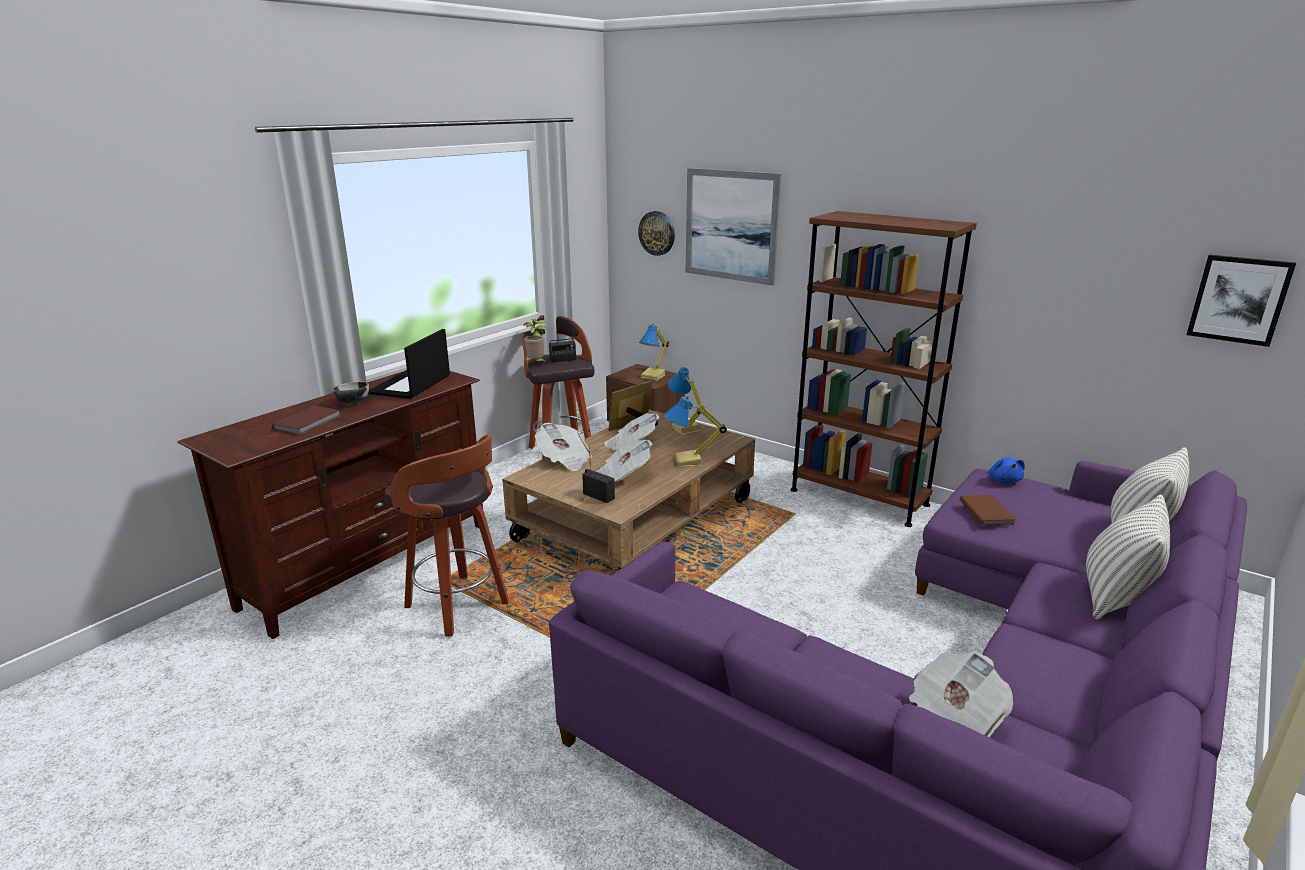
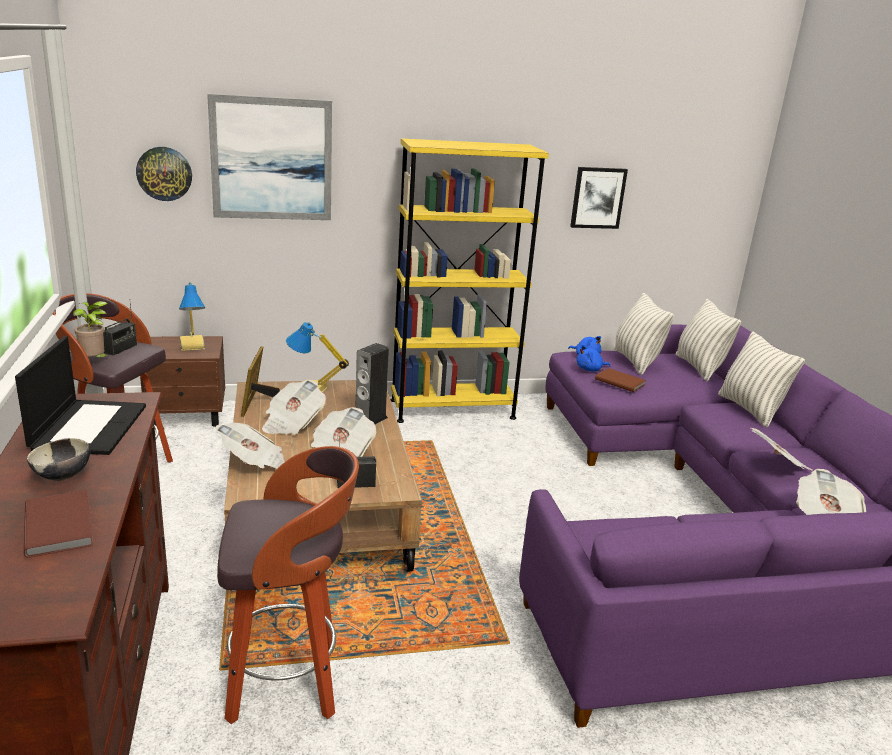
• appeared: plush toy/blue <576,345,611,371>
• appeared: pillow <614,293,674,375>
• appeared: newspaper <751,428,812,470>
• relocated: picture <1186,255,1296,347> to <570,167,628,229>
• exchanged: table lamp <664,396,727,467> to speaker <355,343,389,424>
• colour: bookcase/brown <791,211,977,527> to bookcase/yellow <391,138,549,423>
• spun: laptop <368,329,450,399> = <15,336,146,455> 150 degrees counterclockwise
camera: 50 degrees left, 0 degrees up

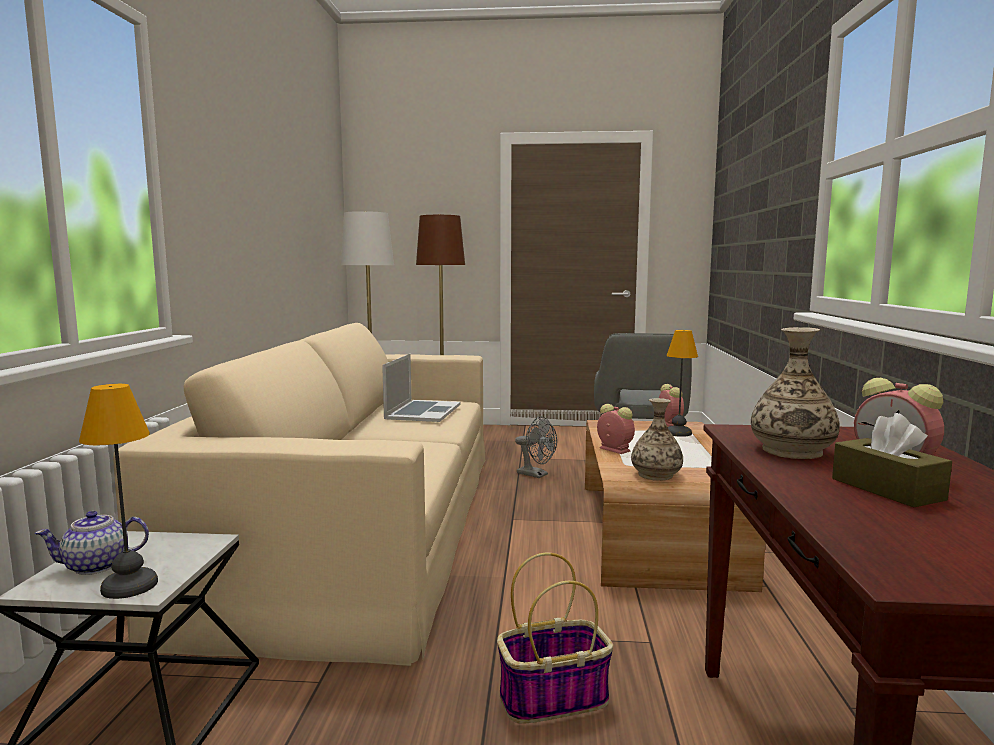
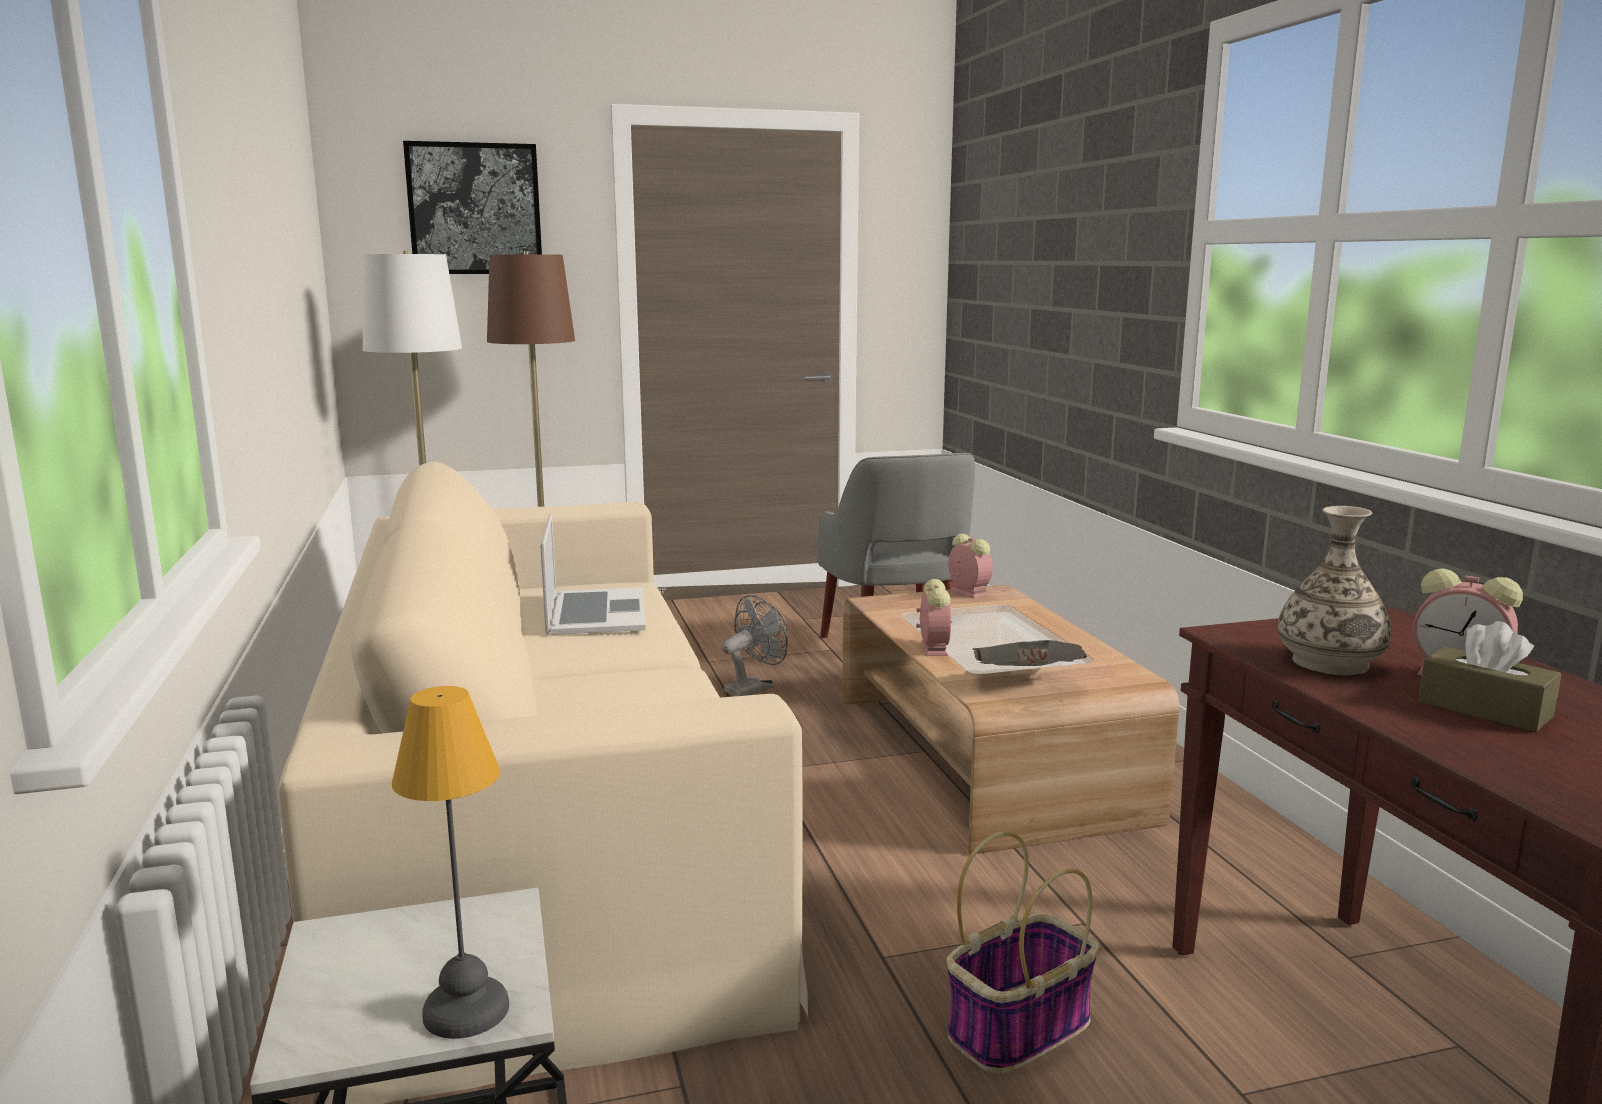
• missing: teapot <35,511,149,575>
• missing: table lamp <667,330,698,437>
• appeared: picture <403,141,542,274>
• exchanged: vase <631,398,683,481> to newspaper <973,640,1088,666>
• spun: fan/grey <515,416,557,478> = <721,595,788,696> 60 degrees counterclockwise
• spun: alarm clock <597,404,635,454> = <916,579,952,656> 60 degrees clockwise
camera: 20 degrees left, 5 degrees up

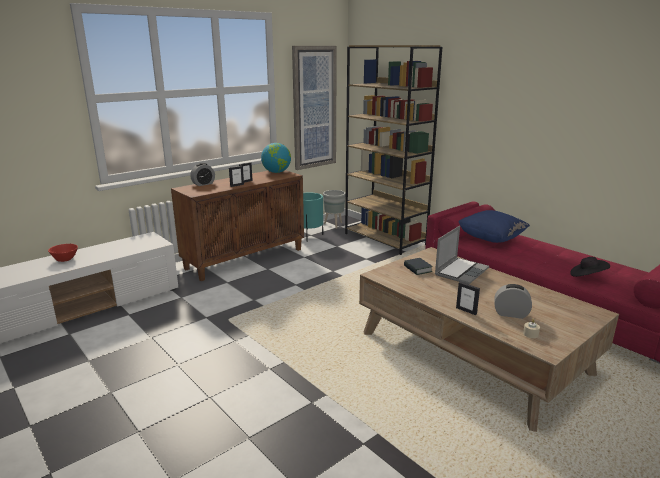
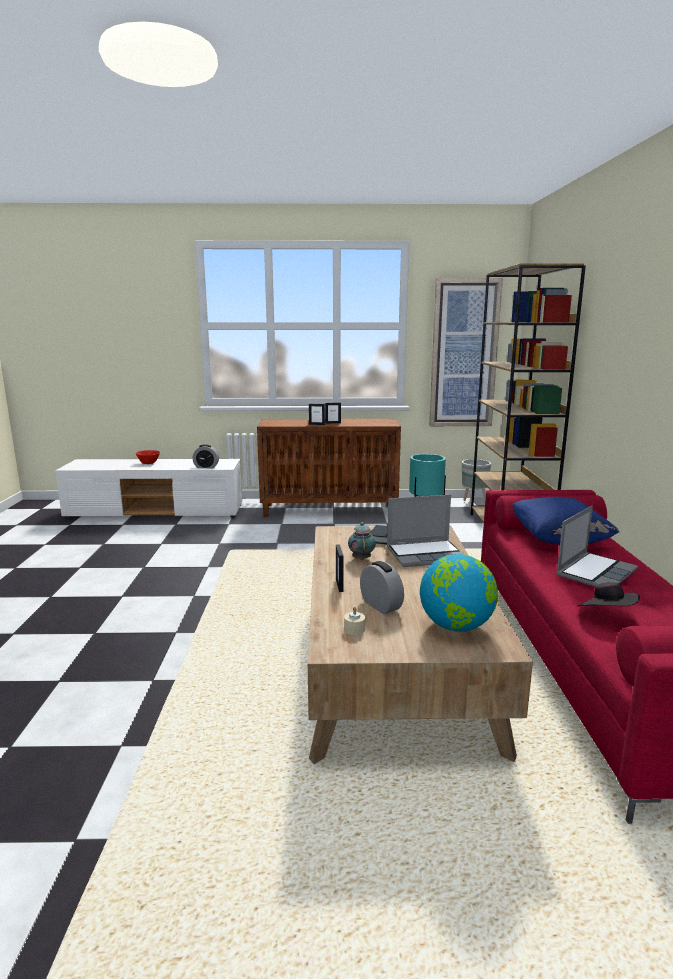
• appeared: teapot <348,522,376,560>
• appeared: laptop <556,506,638,587>
• relocated: alarm clock <190,163,215,186> to <193,444,219,468>
• relocated: globe <261,143,291,173> to <420,554,498,632>
camera: 40 degrees right, 5 degrees down

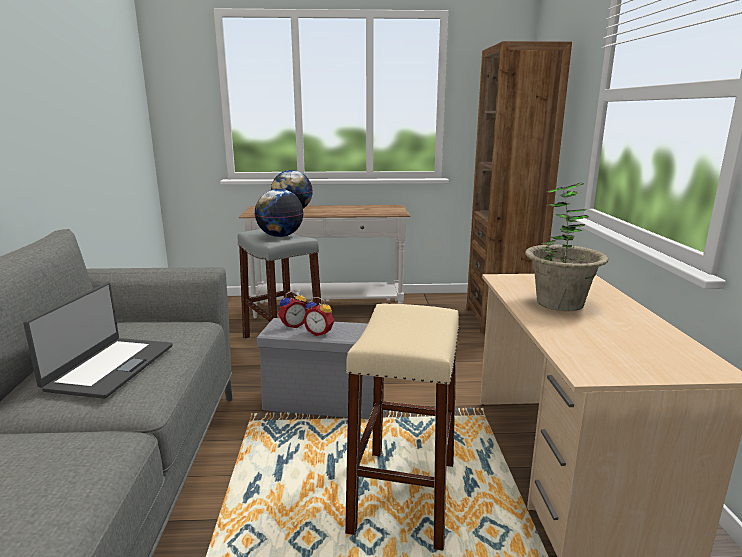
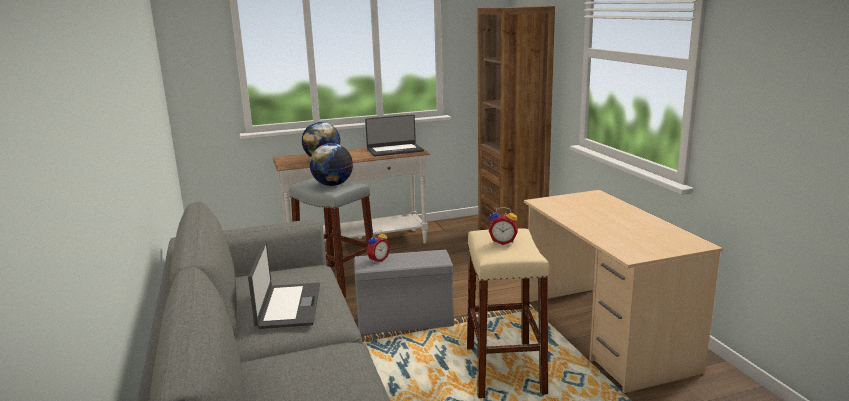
• missing: potted plant <525,182,609,311>
• appeared: laptop <365,114,424,157>
• relocated: alarm clock <303,297,334,336> to <489,207,518,245>
camera: 15 degrees left, 0 degrees up

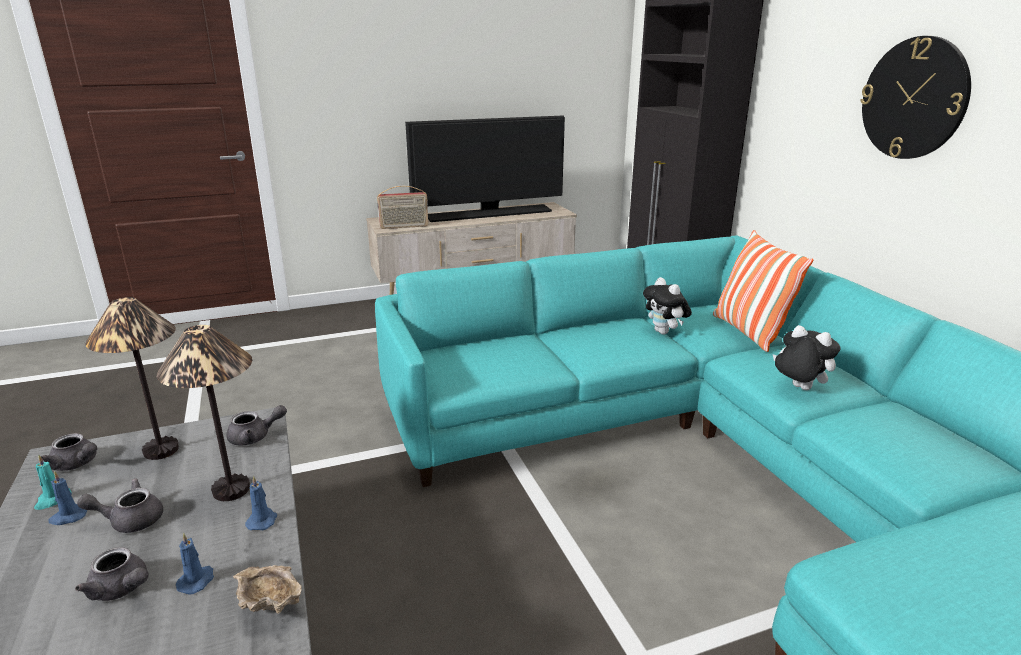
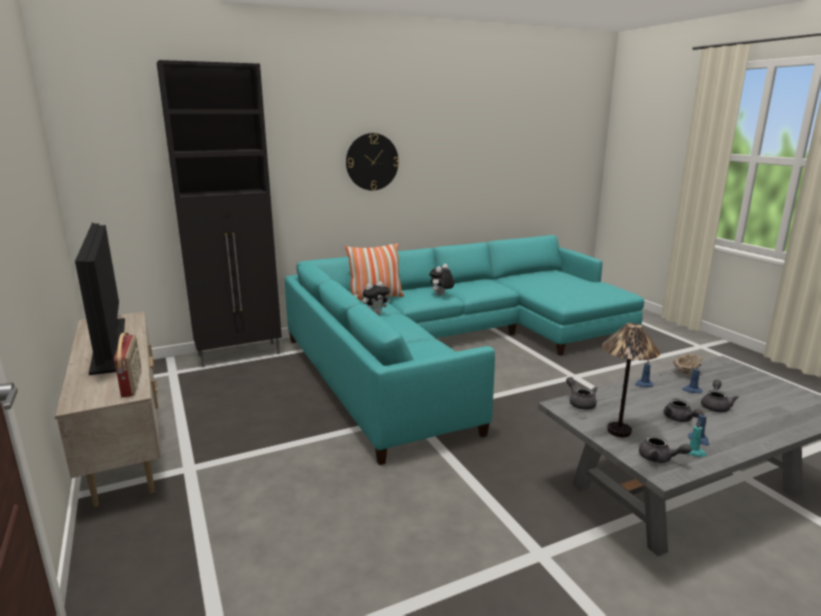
• missing: table lamp <157,325,252,501>
• spun: teapot/grey <41,433,97,471> = <639,435,692,463> 105 degrees clockwise
camera: 95 degrees left, 5 degrees down

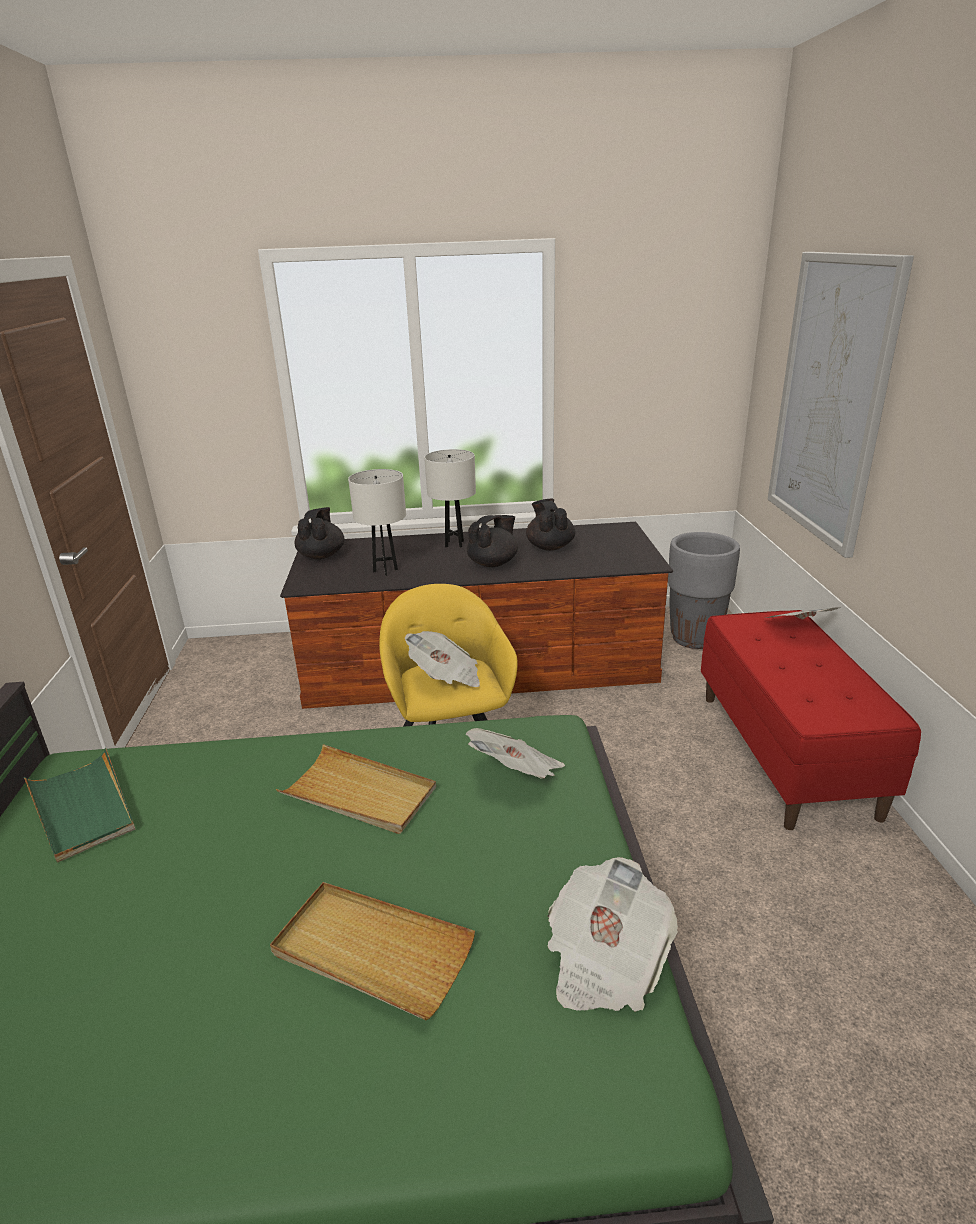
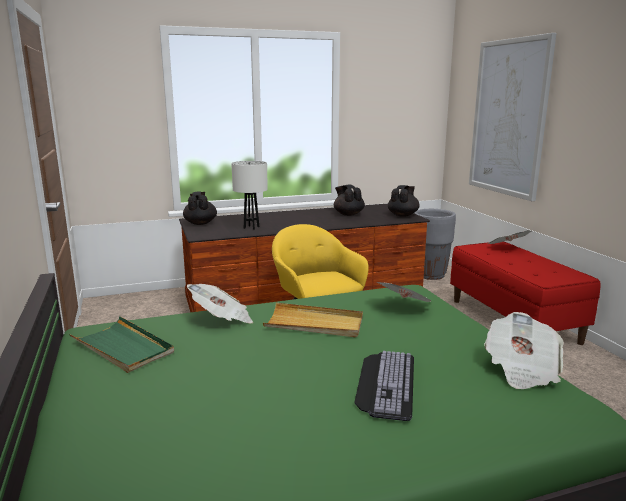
• missing: table lamp/white <424,449,476,547>
• relocated: newspaper <405,631,480,687> to <187,284,253,323>
• relocated: teapot/black <467,515,518,567> to <388,185,420,217>
• exchanged: tray/beige <270,882,475,1020> to keyboard <354,351,414,421>
camera: 15 degrees left, 10 degrees down

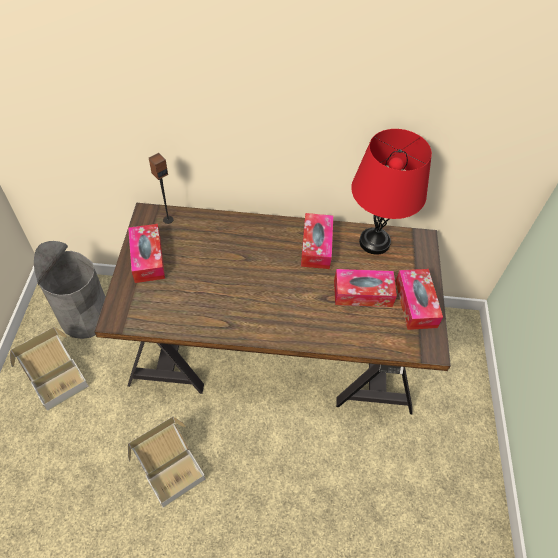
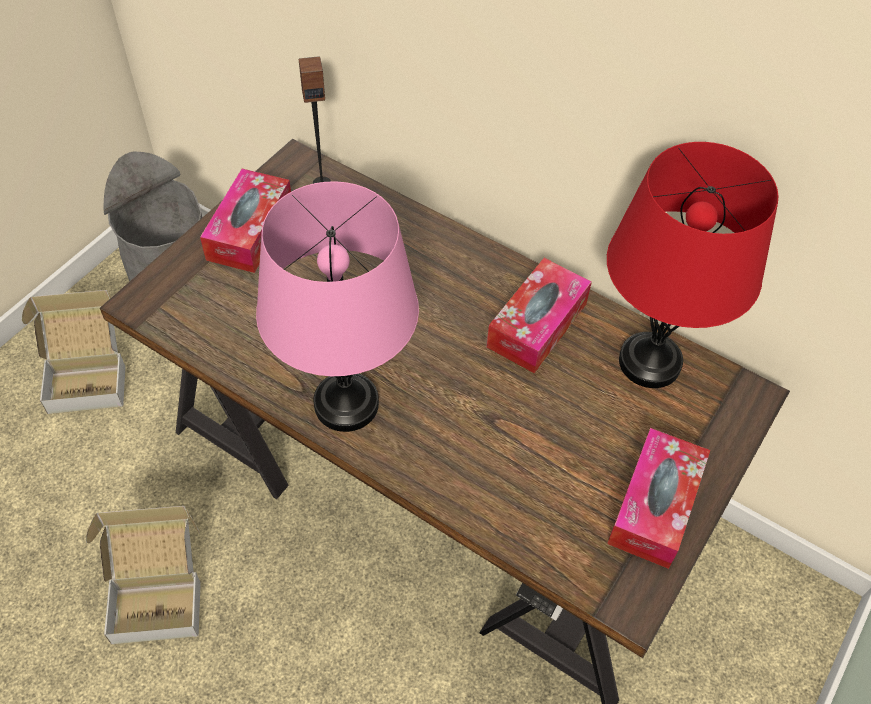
• missing: tissue box <334,269,397,307>
• appeared: table lamp/pink <256,181,419,432>
camera: 30 degrees right, 0 degrees up

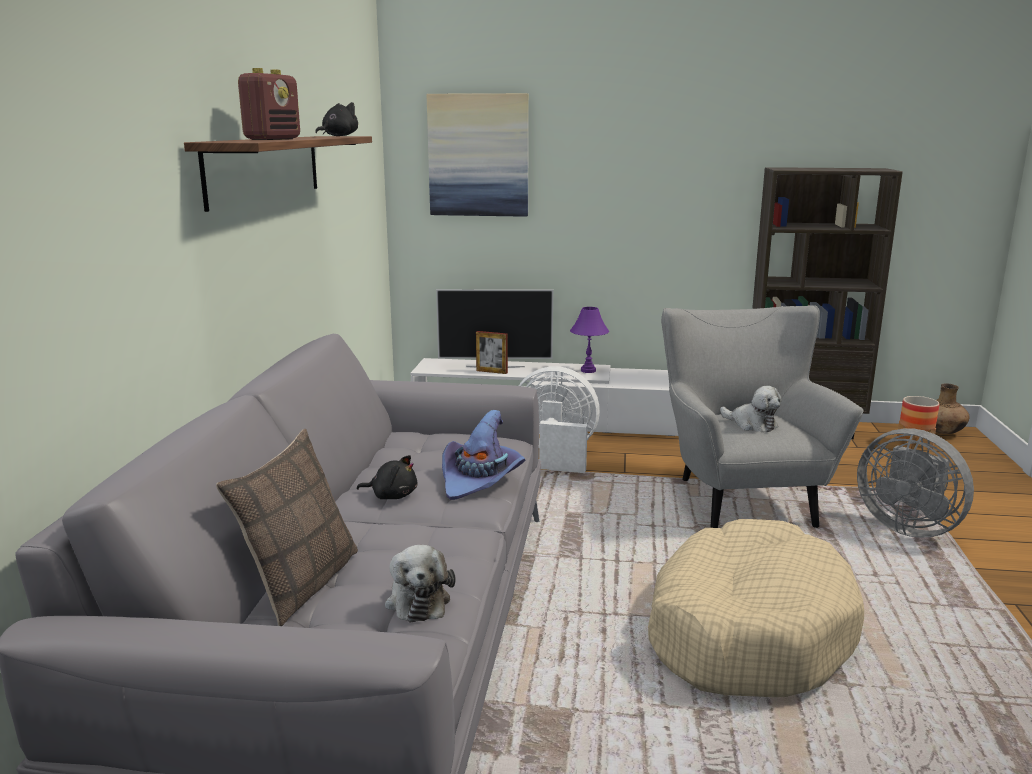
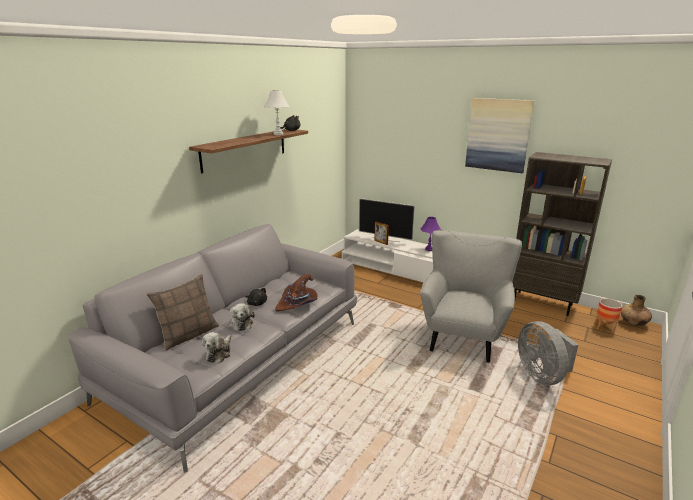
• missing: radio <238,68,300,140>
• missing: fan/white <518,366,600,473>
• missing: dog bed/beige <648,519,864,697>
• appeared: table lamp/white <264,90,290,135>
• relocated: picture <427,93,529,217> to <465,98,534,173>
• relocated: plush toy <720,386,782,432> to <229,303,255,331>
• colour: hat/purple <442,410,525,500> to hat/brown <275,274,317,311>
camera: 25 degrees right, 5 degrees up

